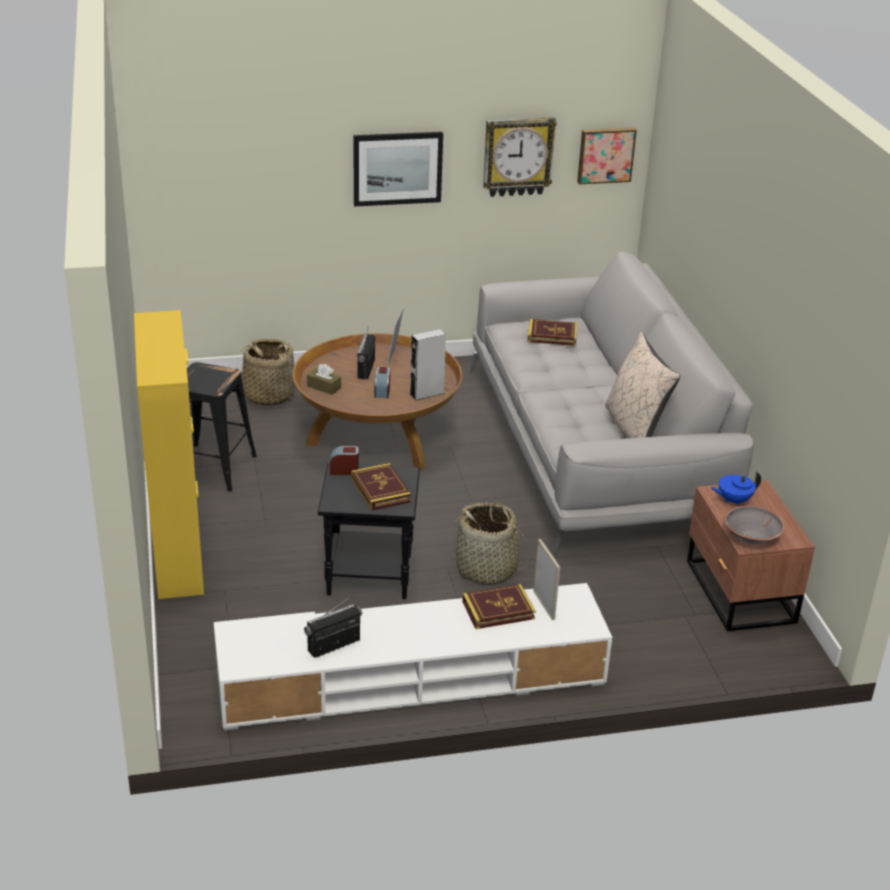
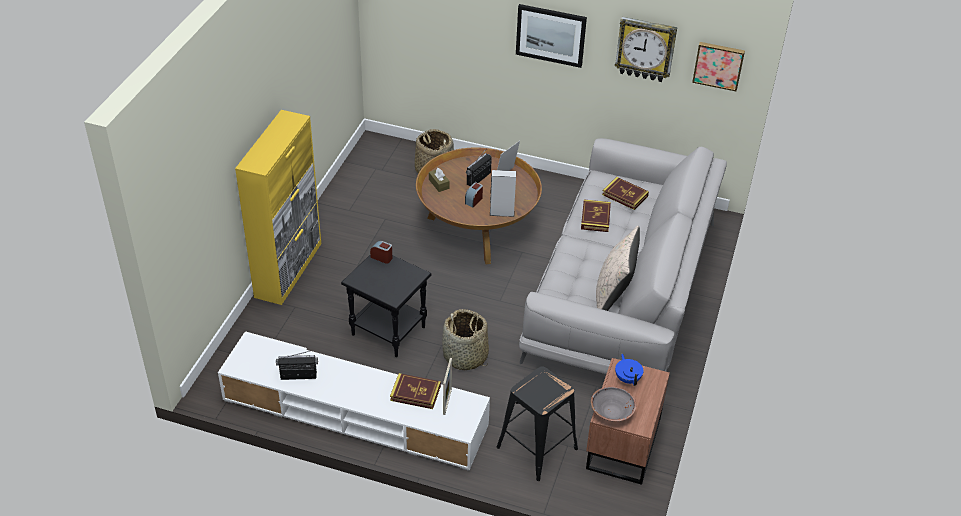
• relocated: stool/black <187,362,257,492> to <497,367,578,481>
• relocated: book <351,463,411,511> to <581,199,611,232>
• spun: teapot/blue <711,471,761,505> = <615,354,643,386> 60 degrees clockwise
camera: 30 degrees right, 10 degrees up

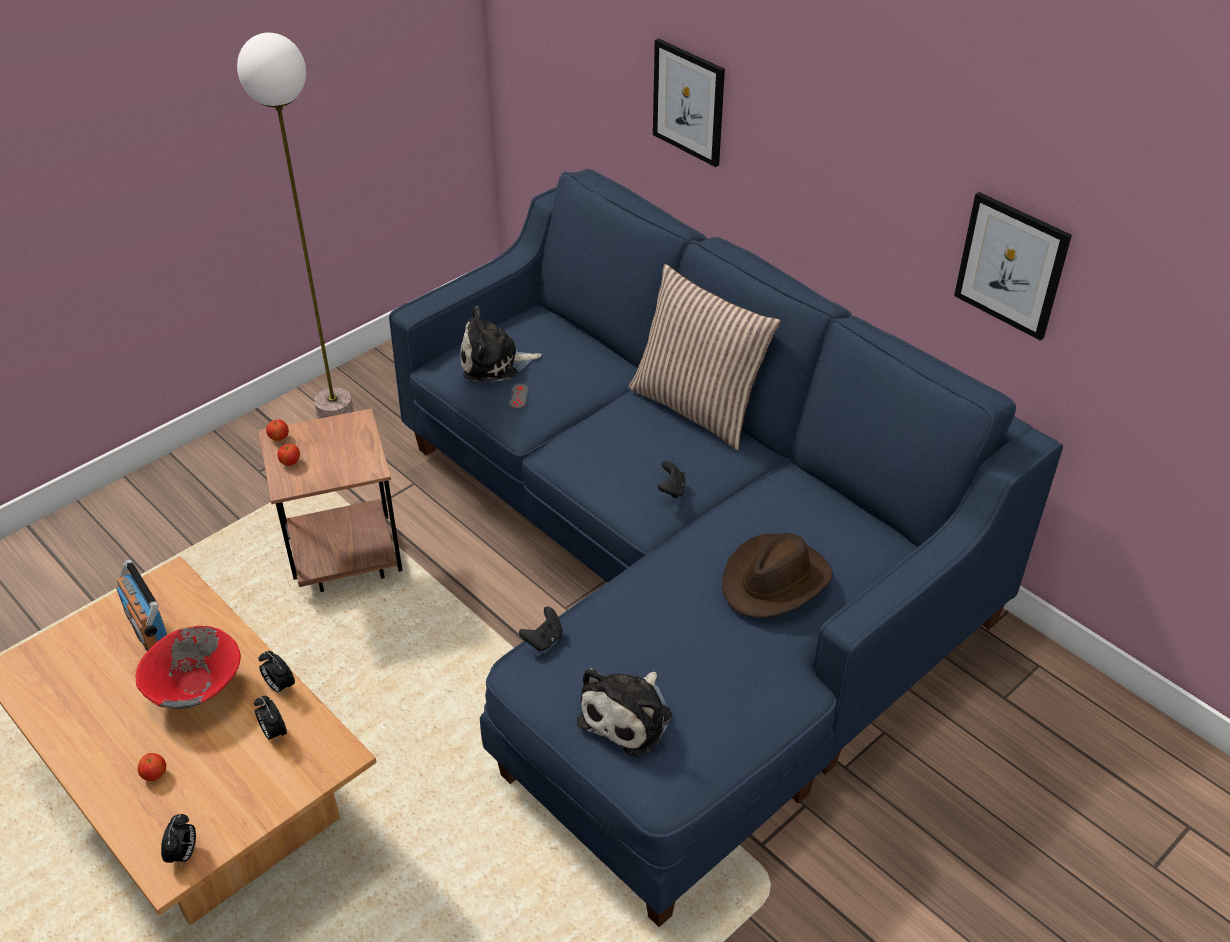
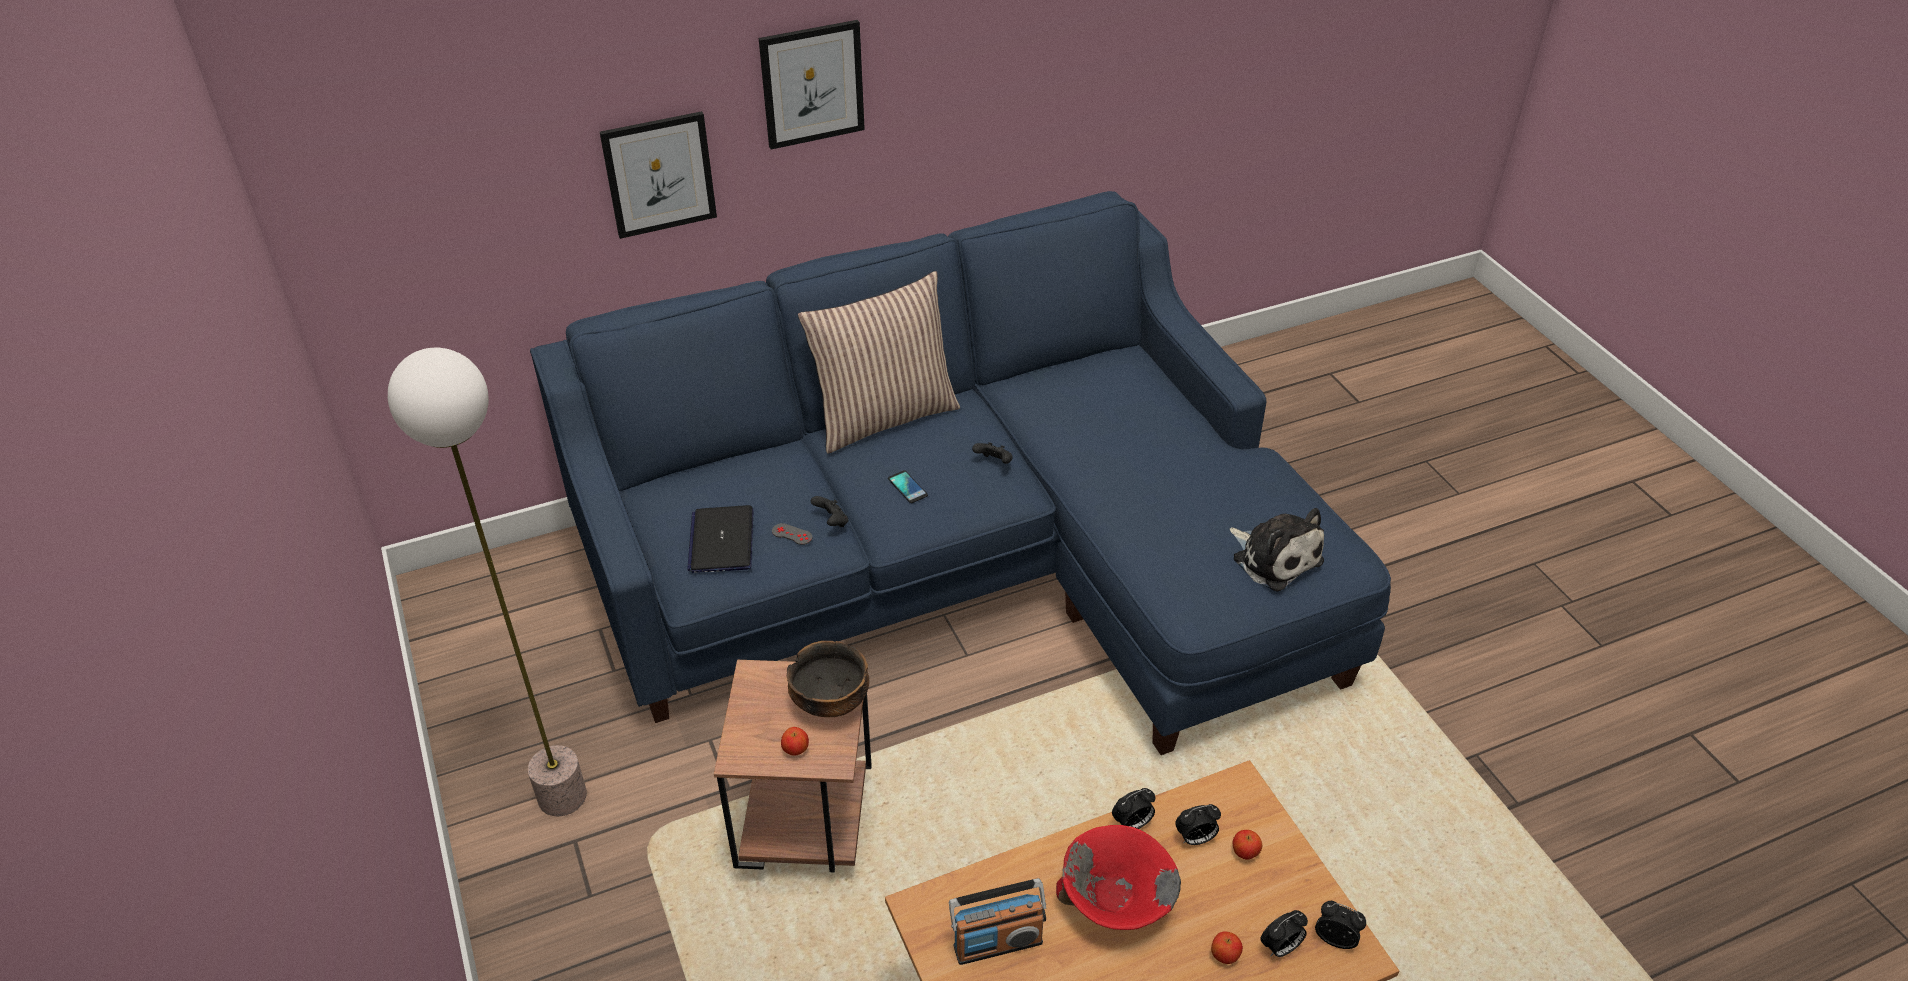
• missing: hat/brown <722,533,832,618>
• appeared: bowl <787,641,869,717>
• appeared: phone <888,470,928,503>
• appeared: alarm clock <1260,910,1308,957>
• relocated: apple <266,419,289,441> to <1233,830,1262,860>
• relocated: game controller/black <519,607,562,651> to <811,496,848,527>
• relocated: picture <954,192,1072,341> to <759,20,865,150>
• exchanged: plush toy <460,306,542,383> to laptop <687,505,753,573>
camera: 70 degrees left, 0 degrees up

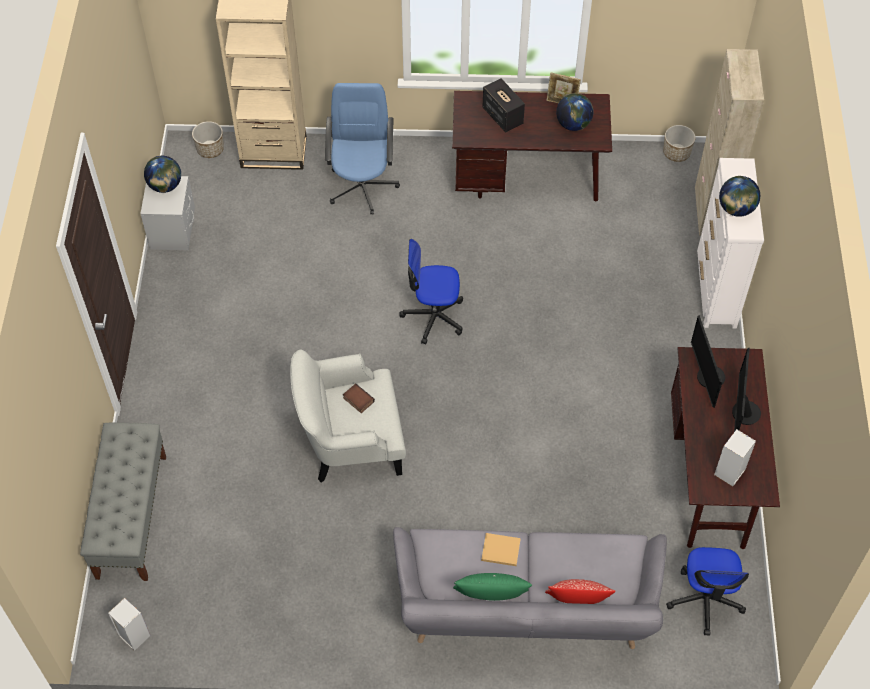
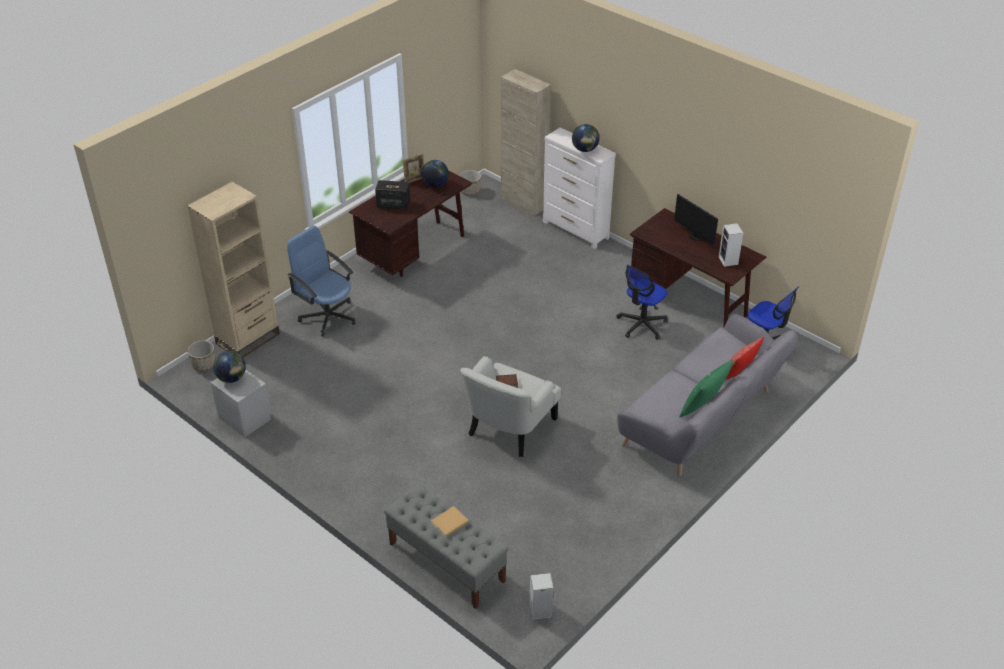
• missing: monitor <691,315,725,408>
• relocated: office chair <399,239,463,344> to <616,265,668,340>
• relocated: book/beige <481,533,521,566> to <431,506,469,537>
camera: 50 degrees left, 15 degrees down

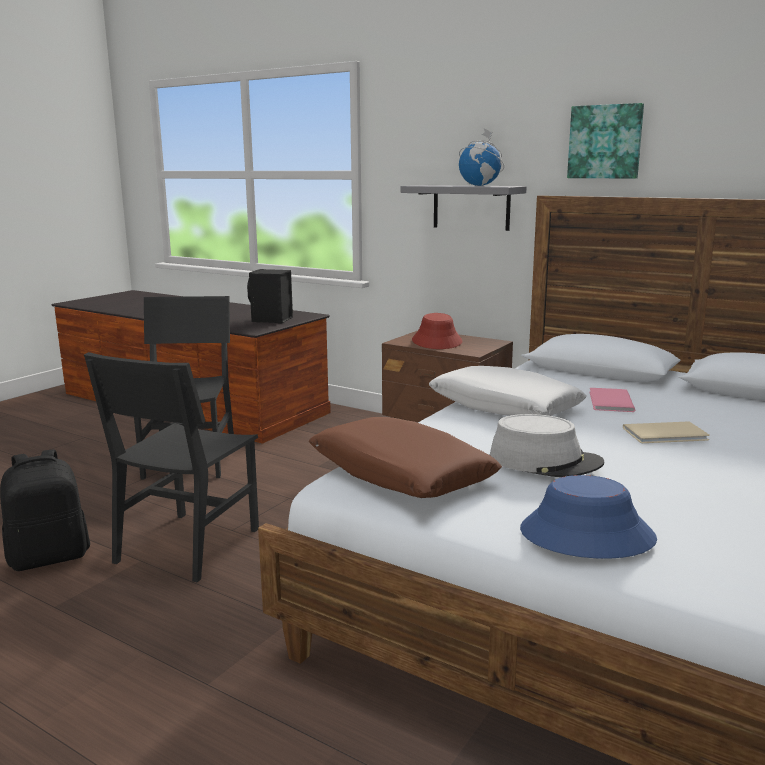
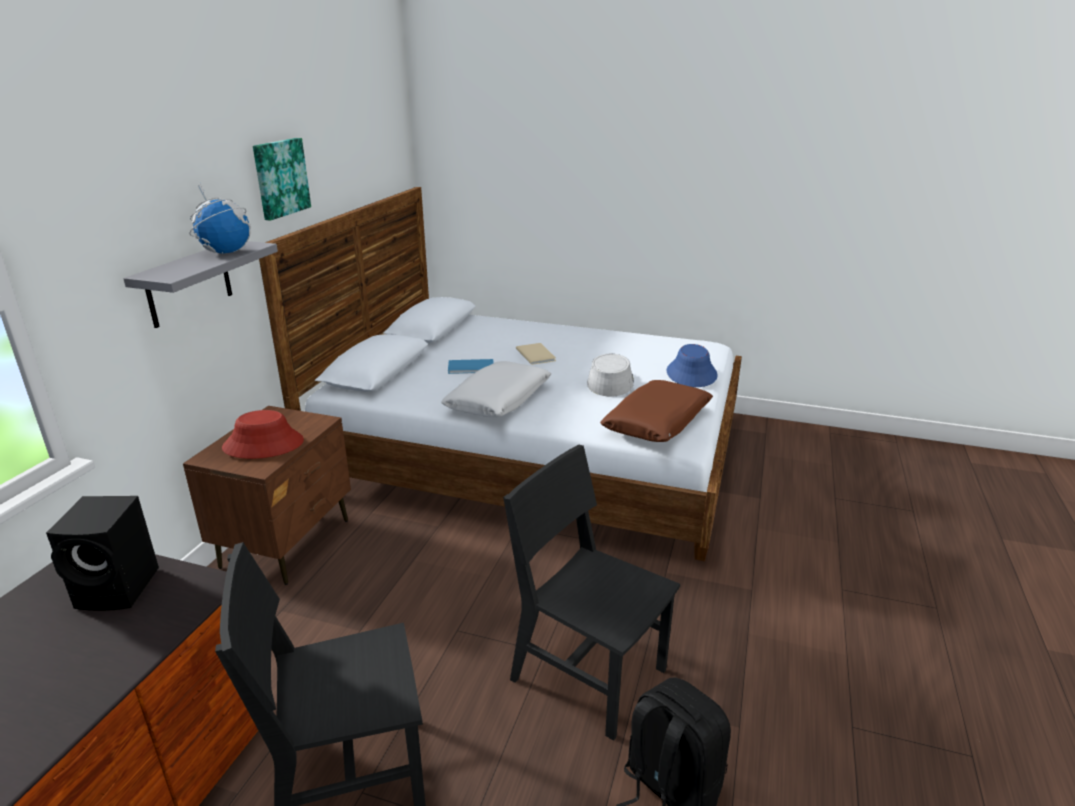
• colour: book/pink <590,388,635,412> to book/blue <448,359,493,374>
• spun: chair/black <84,352,259,582> = <503,444,680,741> 150 degrees counterclockwise
camera: 105 degrees left, 10 degrees up

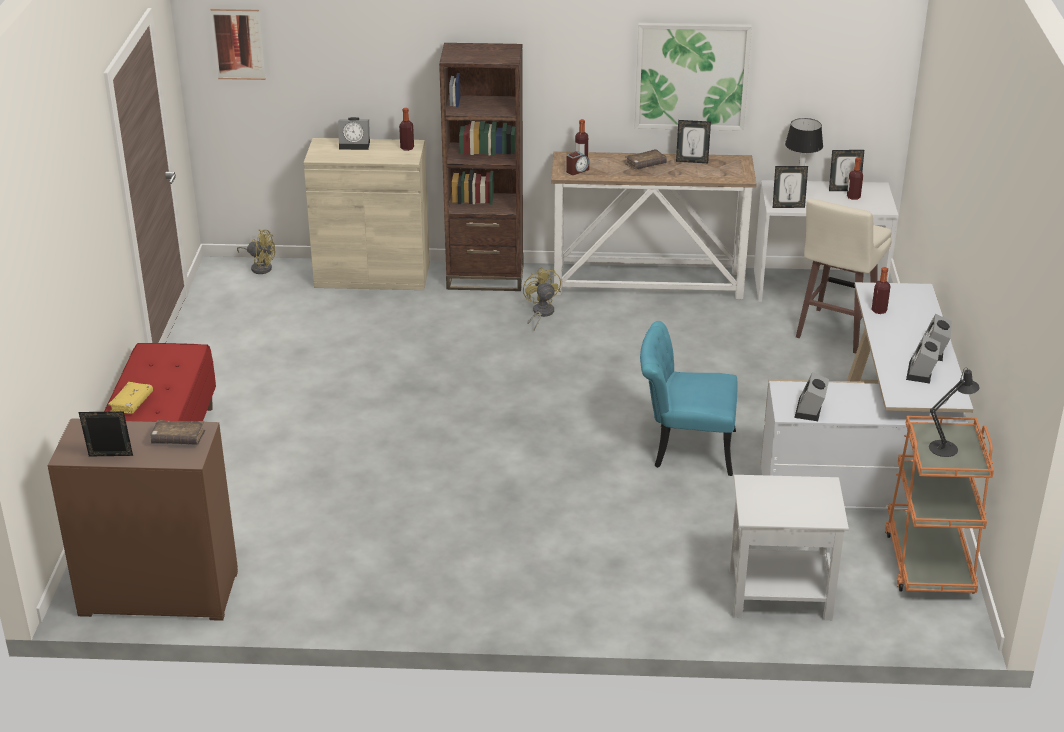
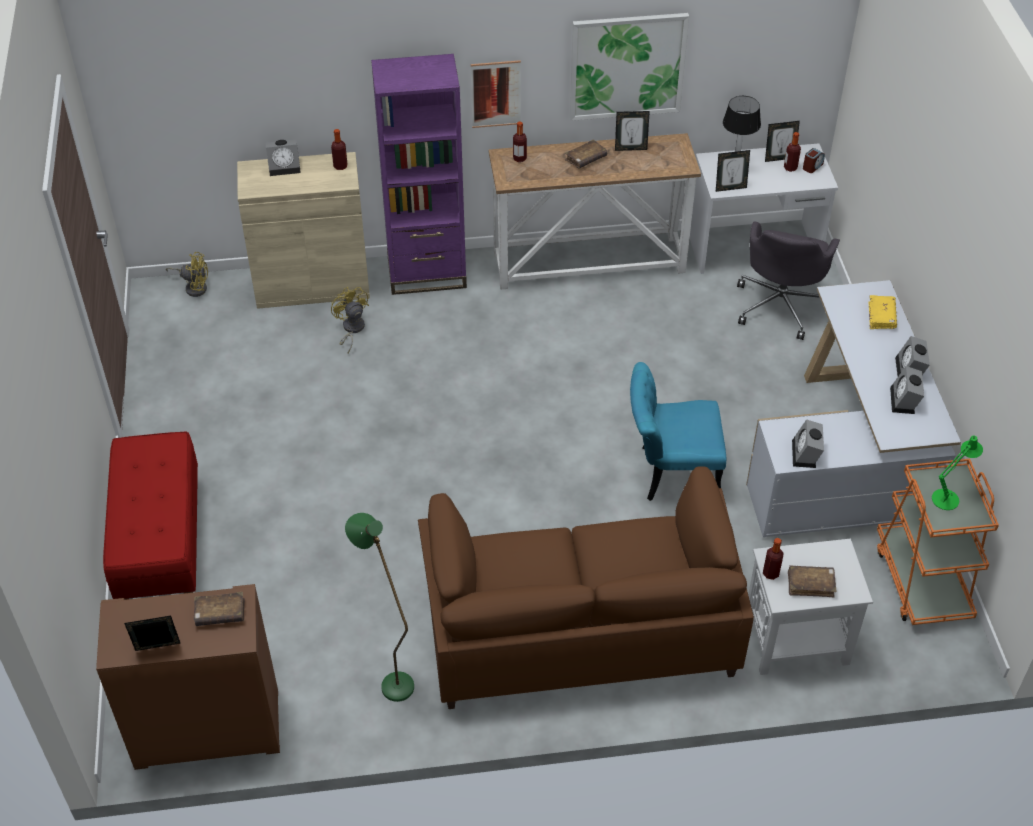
• appeared: floor lamp/green <345,513,414,702>
• appeared: sofa/brown <418,466,754,709>
• appeared: book/brown <788,565,836,597>
• relocated: book/yellow <108,382,153,414> to <868,295,897,329>
• relocated: picture <210,9,266,80> to <471,60,521,128>
• relocated: fan/yellow <523,267,561,330> to <331,287,369,354>
• relocated: alarm clock <566,151,589,175> to <803,148,825,173>
• relocated: bottle <871,267,891,314> to <763,538,784,580>
• exchanged: stool/beige <796,199,892,353> to office chair/grey <737,221,840,340>
• colour: bookcase/brown <439,43,523,291> to bookcase/purple <371,54,467,295>
• colour: table lamp/black <929,368,979,457> to table lamp/green <932,436,983,510>
camera: 10 degrees left, 15 degrees up

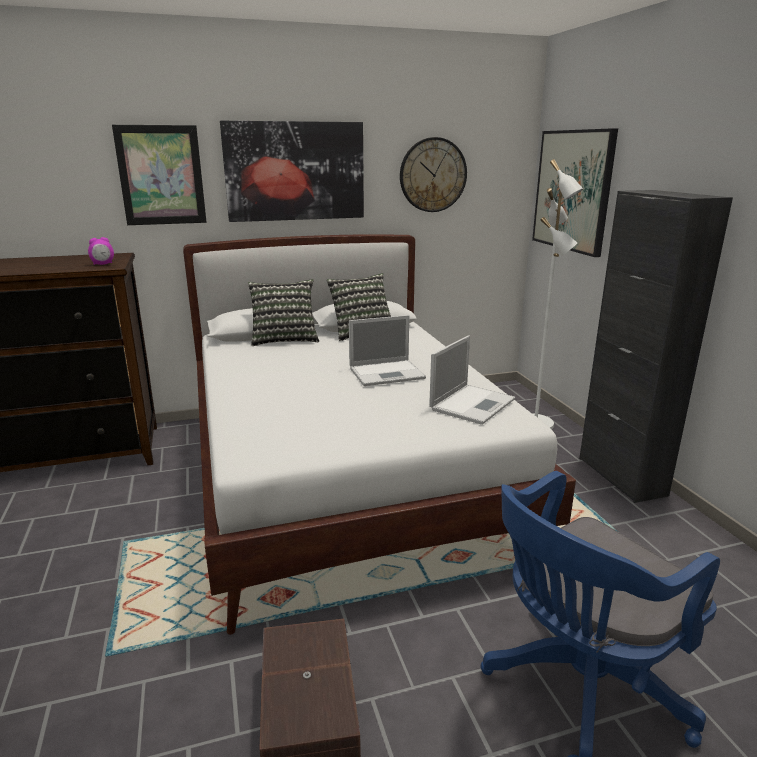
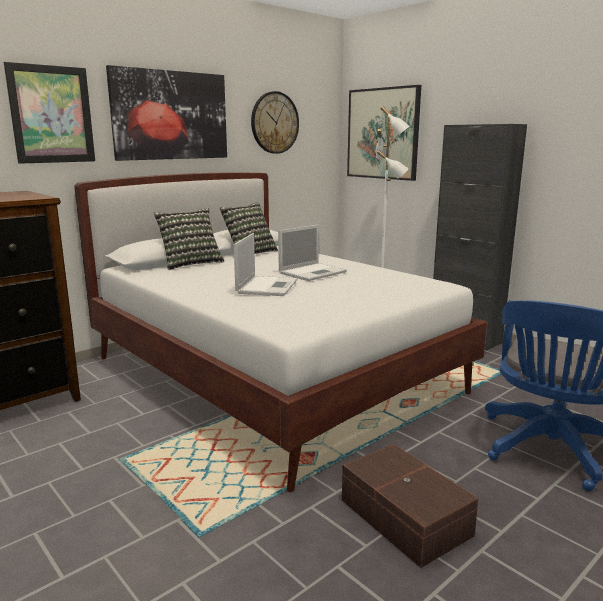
• missing: alarm clock <88,237,114,265>
• relocated: laptop <429,335,515,425> to <234,233,297,296>
camera: 25 degrees left, 5 degrees down

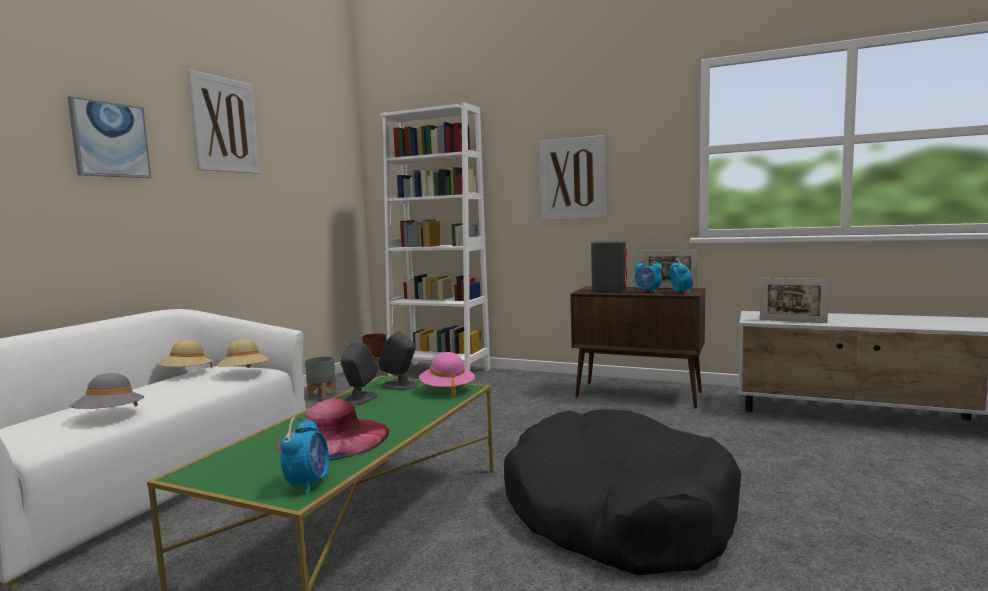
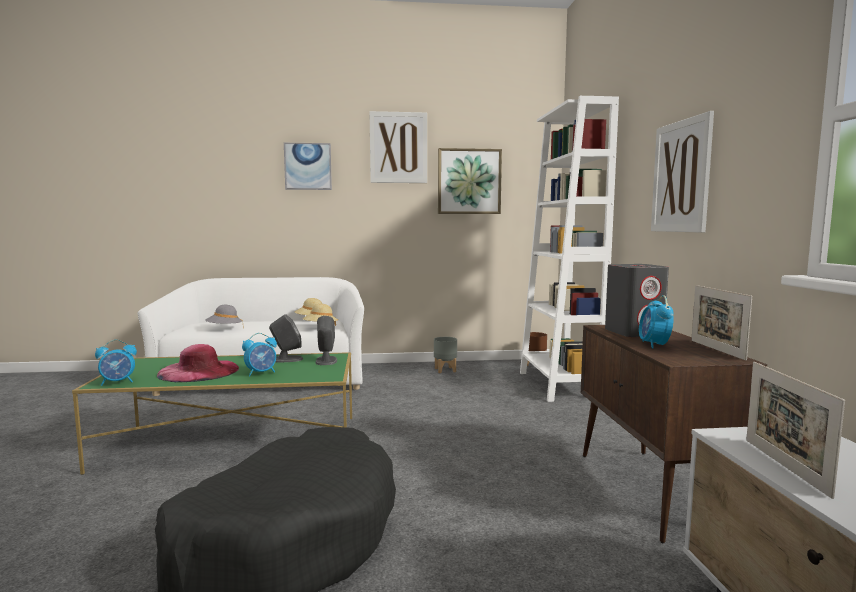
• missing: hat/pink <419,352,475,398>
• appeared: picture <438,148,502,214>
• relocated: alarm clock <670,258,692,294> to <242,333,277,376>
camera: 60 degrees right, 0 degrees up

